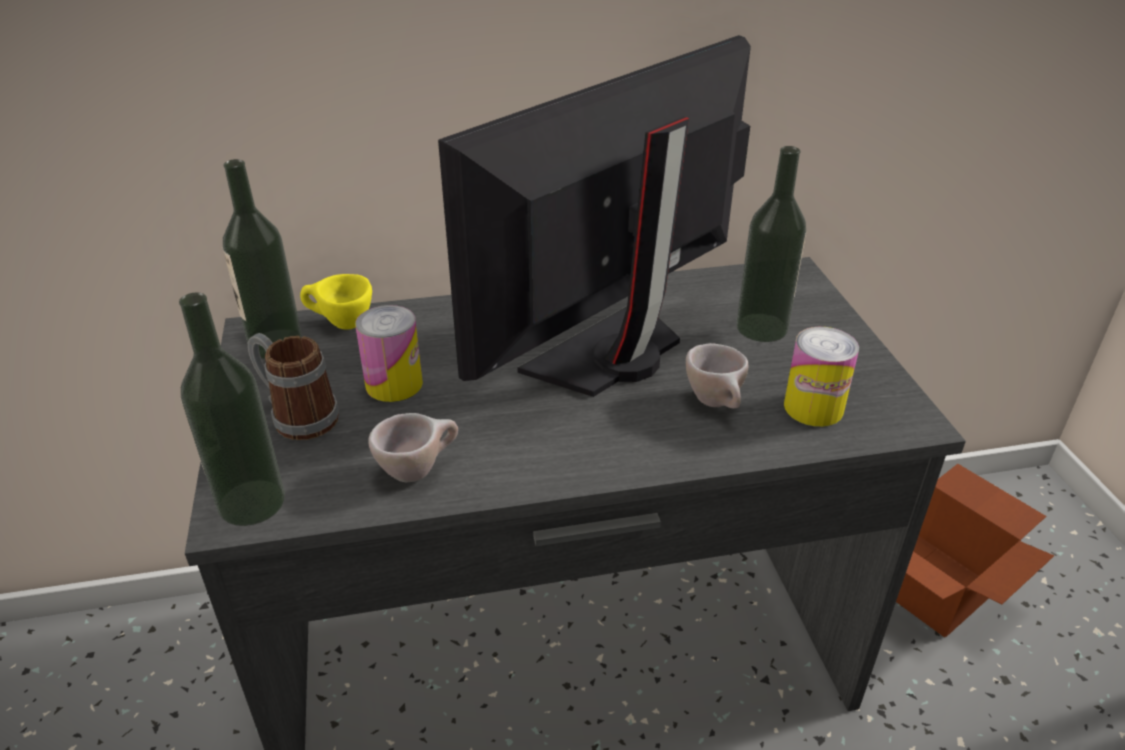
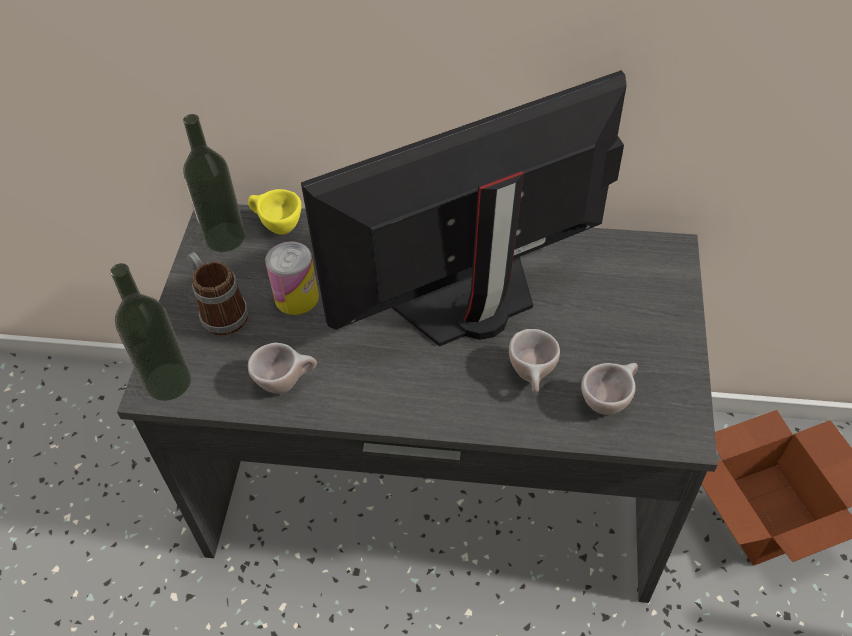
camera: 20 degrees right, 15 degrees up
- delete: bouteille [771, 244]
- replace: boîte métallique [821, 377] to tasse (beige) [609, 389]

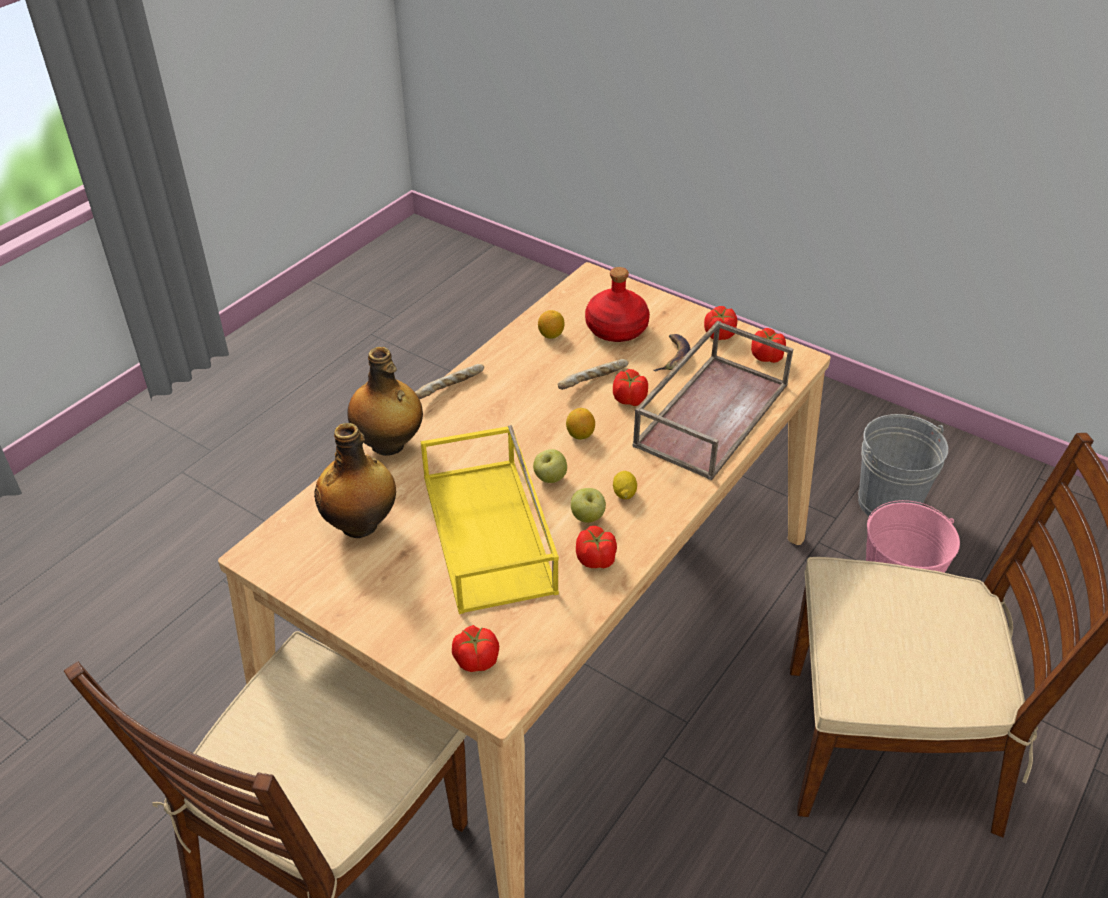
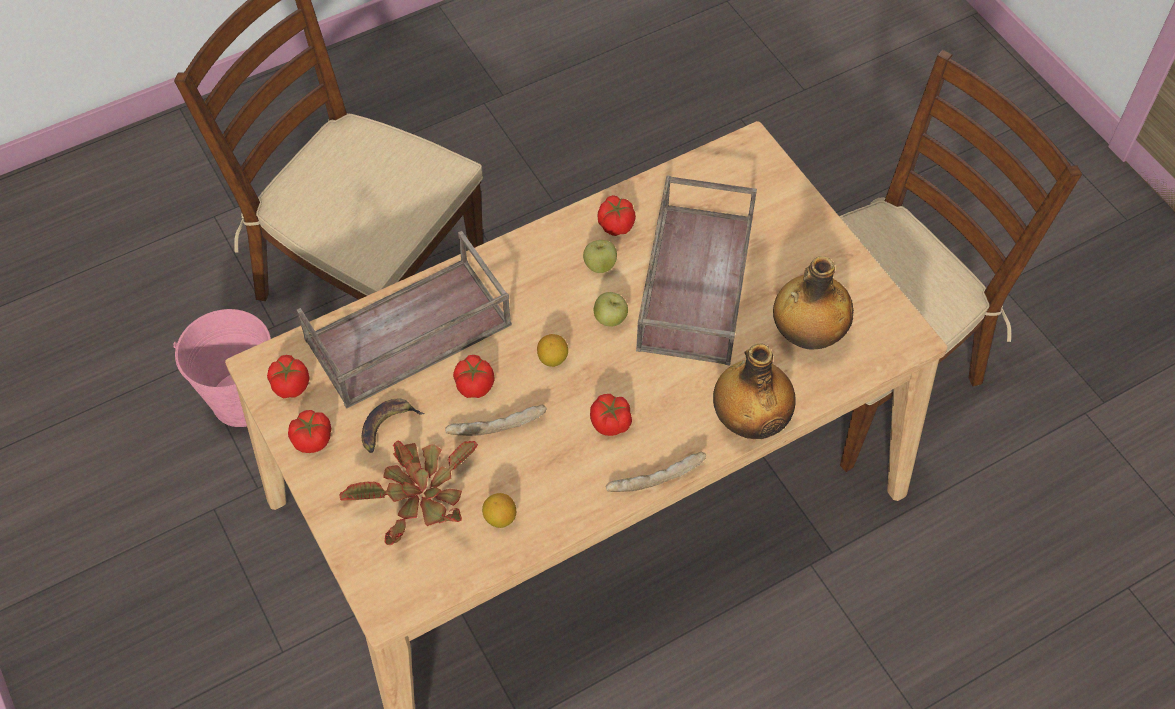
camera: 155 degrees left, 15 degrees up
- delete: citron [625, 485]
- delete: seau (gris) [903, 465]
- move: tomate [475, 648] to [611, 415]
- replace: bouteille (rouge) [617, 304] to plante en pot [409, 493]
- recolor: plateau (jaune) [490, 519] to plateau (marron) [696, 270]

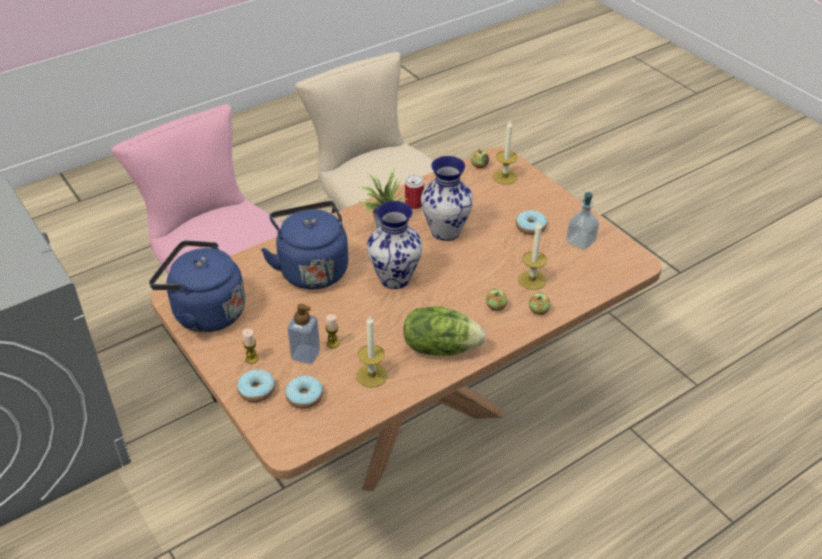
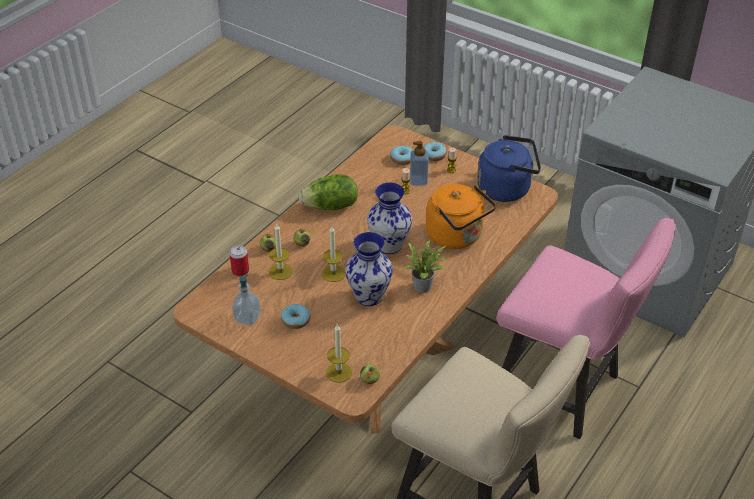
camera: 160 degrees right, 0 degrees up
- move: bougie [372, 351] to [333, 254]
- move: boîte métallique [414, 191] to [239, 260]
- recolor: bouilloire (bleu) [304, 245] to bouilloire (orange) [461, 216]

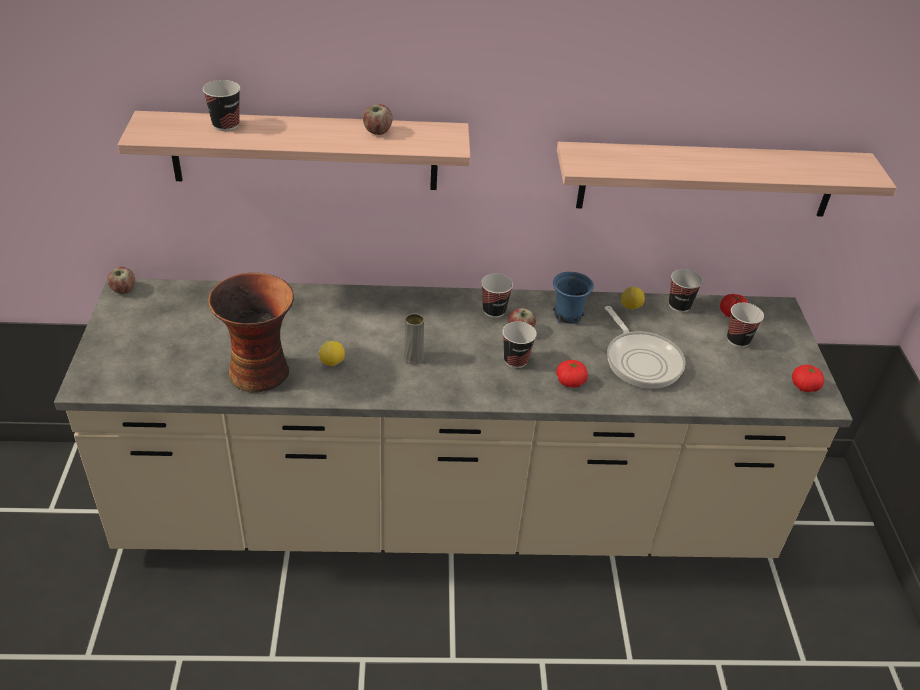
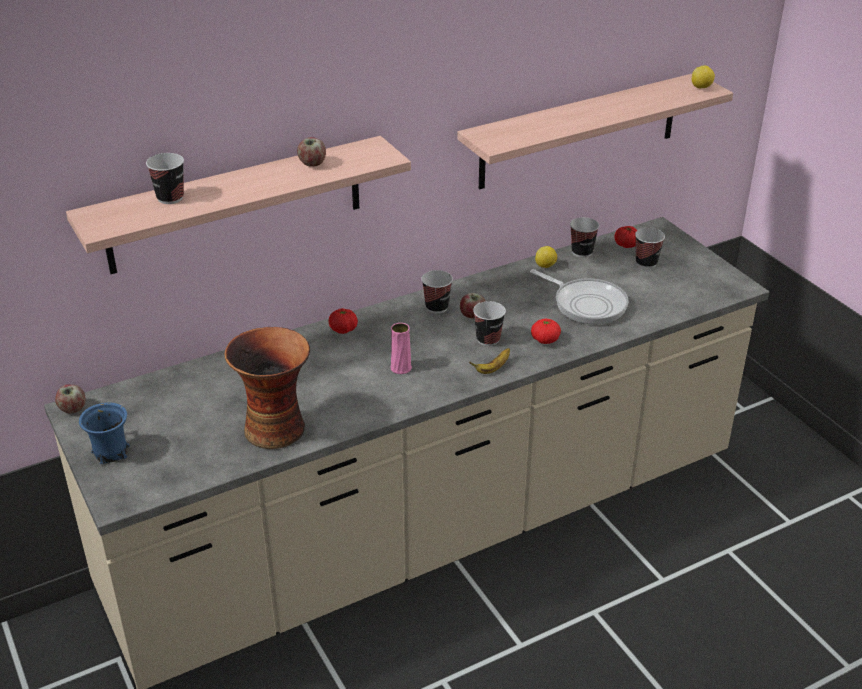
camera: 25 degrees left, 5 degrees down
- insert: banane [489, 361]
- move: citron [332, 353] to [703, 77]
- move: mug (bleu) [573, 298] to [104, 433]
- move: tomate [808, 378] to [343, 321]
- recolor: vase (gris) [413, 338] to vase (rose) [401, 348]

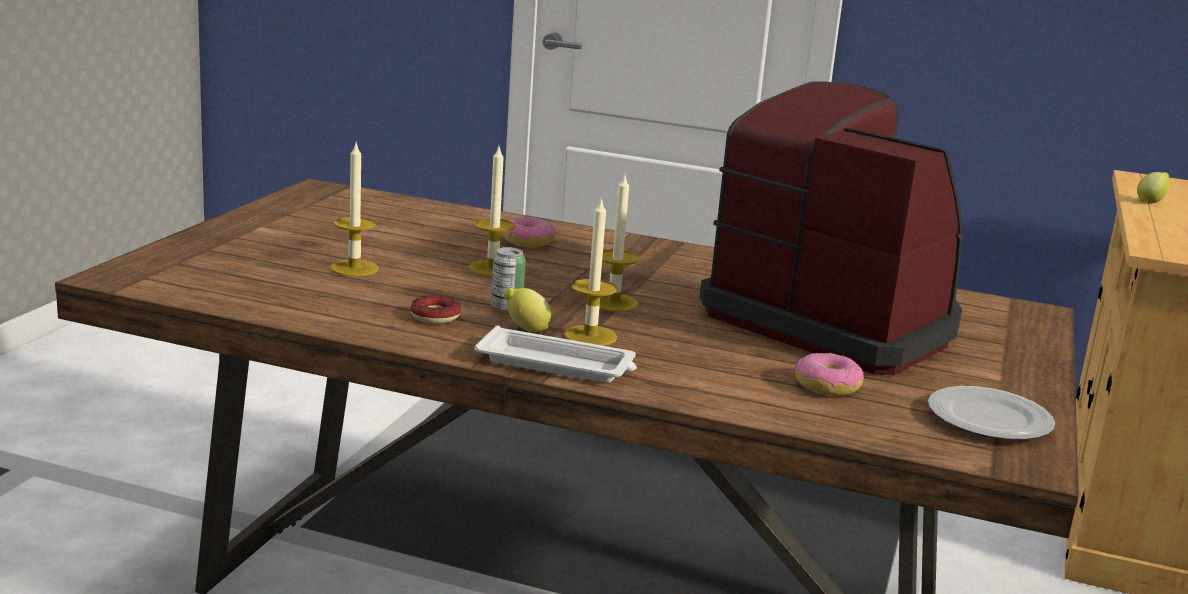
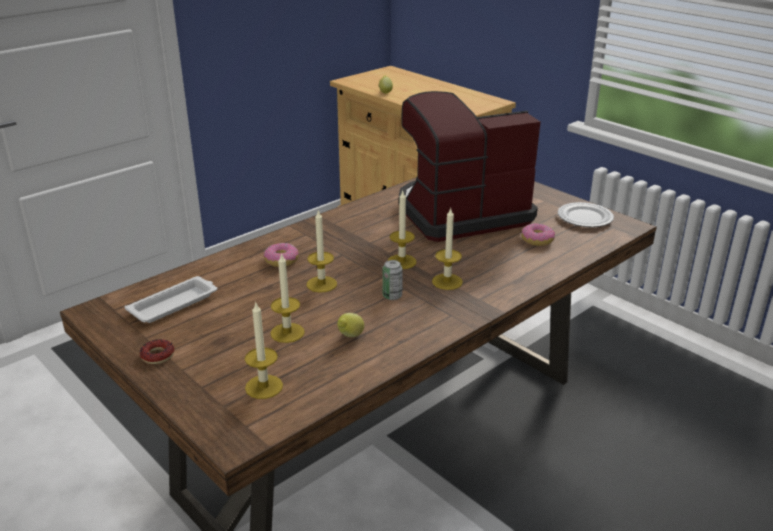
camera: 60 degrees left, 10 degrees up
- insert: bougie [264, 351]
- move: beignet [435, 309] to [157, 351]
- move: plateau (blanc) [556, 354] to [171, 299]
- move: citron [527, 310] to [350, 325]

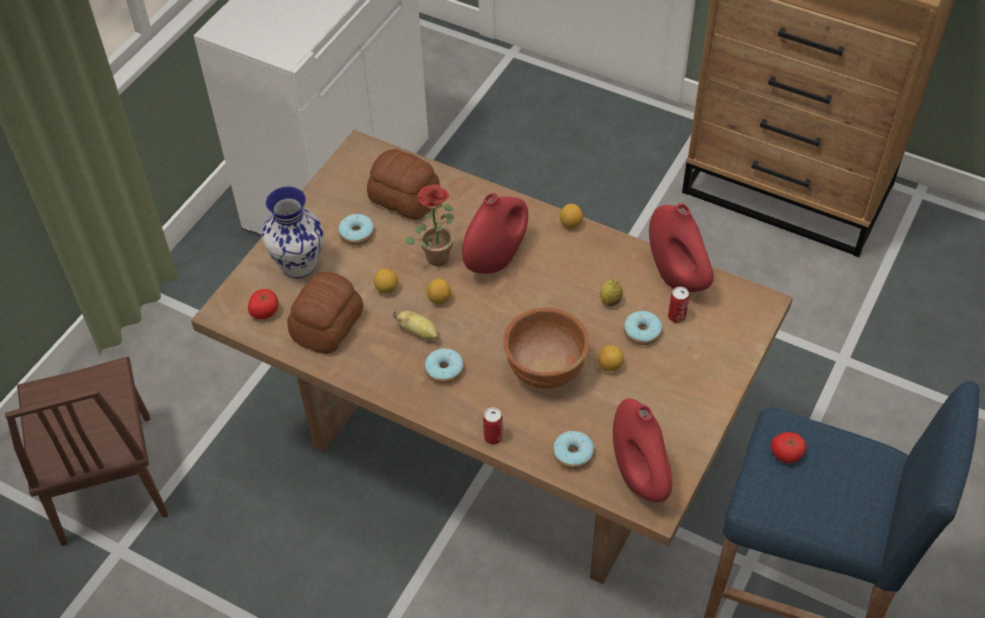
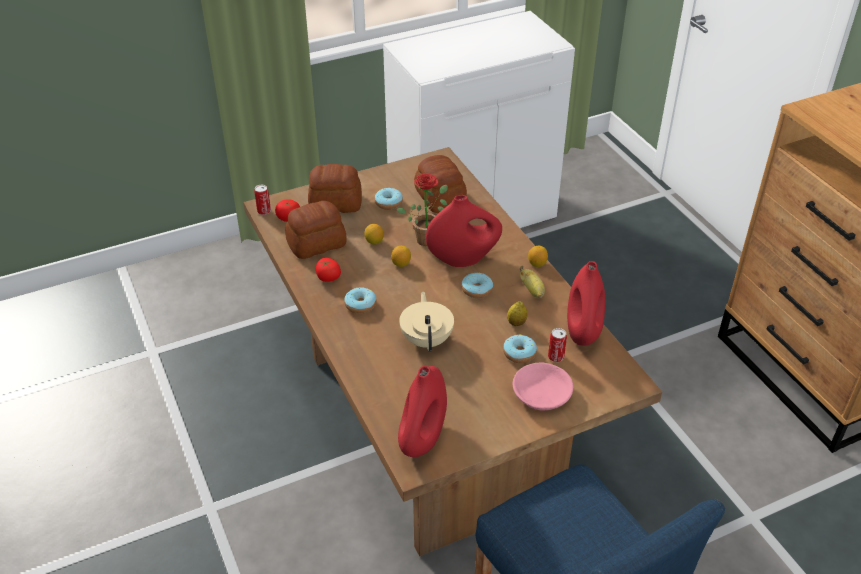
camera: 35 degrees right, 10 degrees down
- delete: chaise (marron) [86, 451]
- delete: citron [611, 358]
- insert: bol (rose) [543, 387]
- move: banane [415, 325] to [532, 282]
- move: boîte métallique [493, 426] to [262, 200]
- move: beignet [573, 450] to [477, 285]
- move: tomate [788, 447] to [328, 270]
- replace: vase [292, 232] to pain [335, 188]
- replace: bol (marron) [546, 348] to théière (beige) [426, 322]

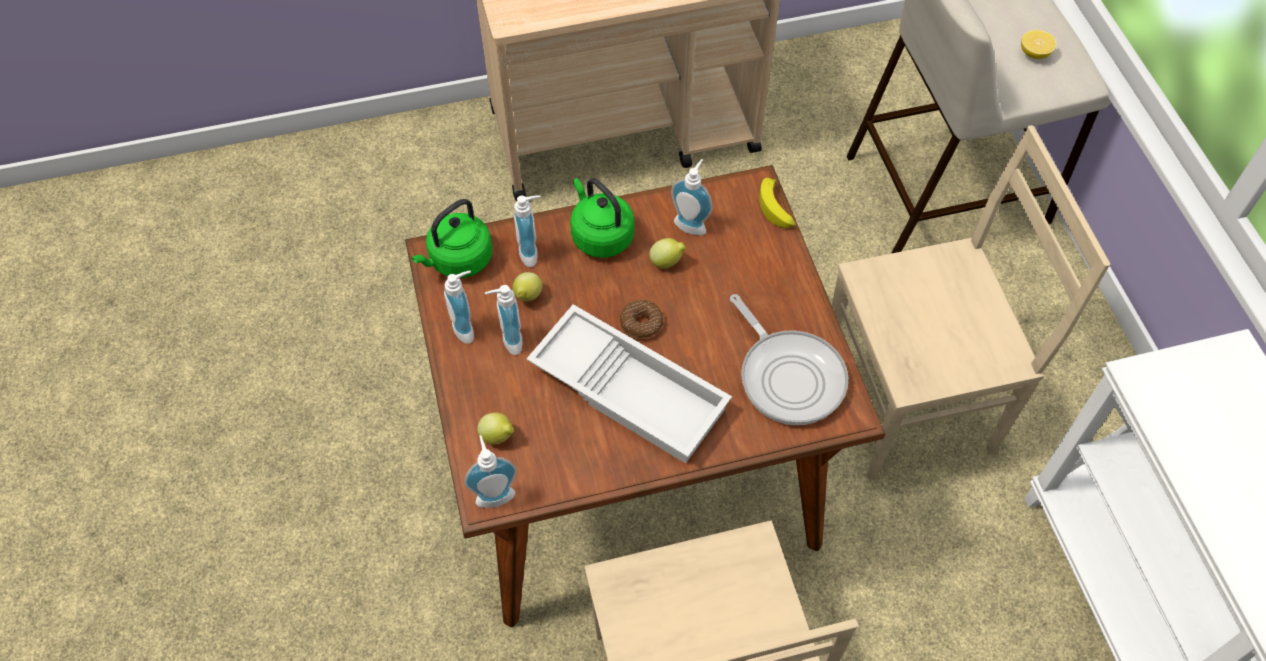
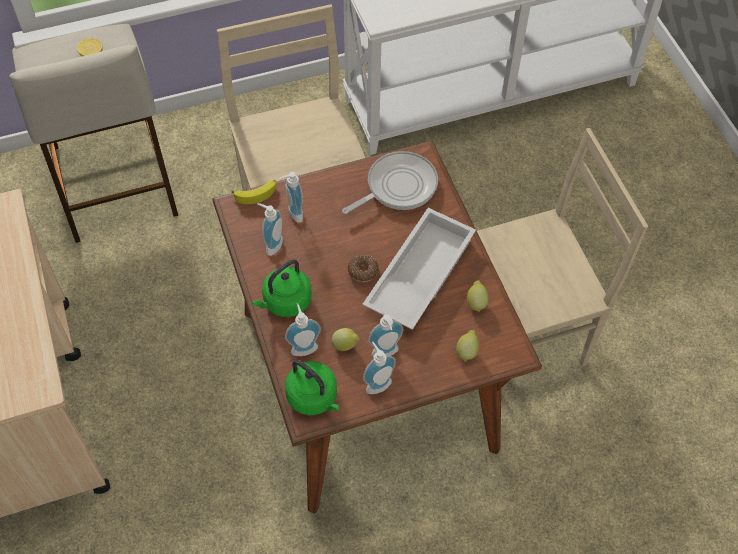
camera: 95 degrees left, 0 degrees up
- move: distributeur de savon [490, 471] to [291, 197]
- move: citron [667, 253] to [478, 296]

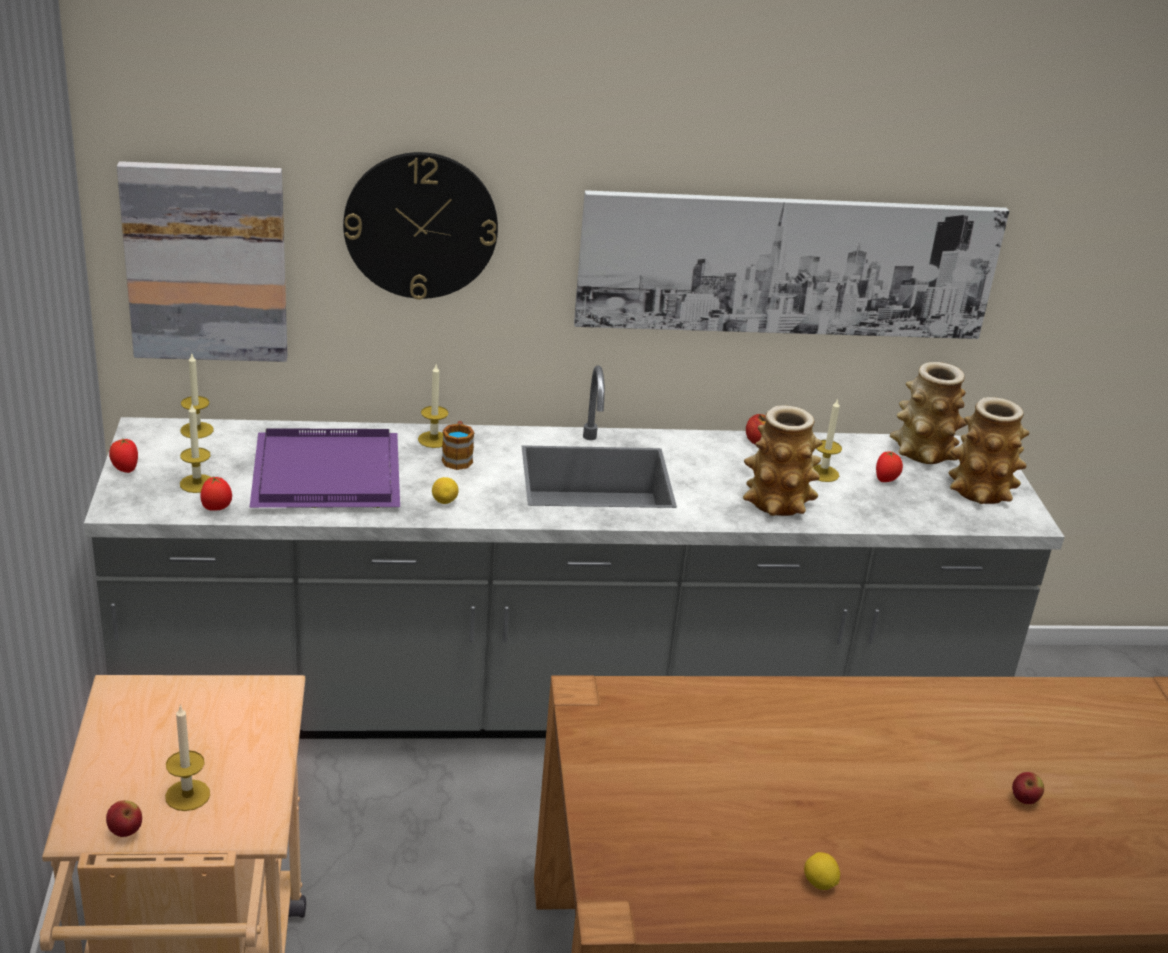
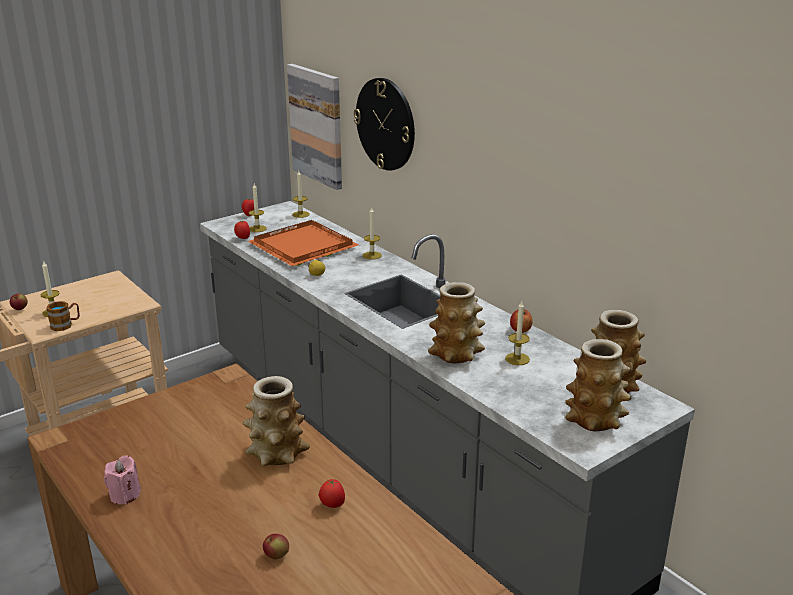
camera: 60 degrees right, 5 degrees down
- delete: tableau [791, 264]
- insert: vase [276, 421]
- move: mug [458, 445] to [63, 316]
- move: tomate [889, 466] to [332, 493]
- replace: citron [822, 871] to bougie (rose) [122, 479]
- recolor: plateau (violet) [324, 468] to plateau (orange) [303, 243]

